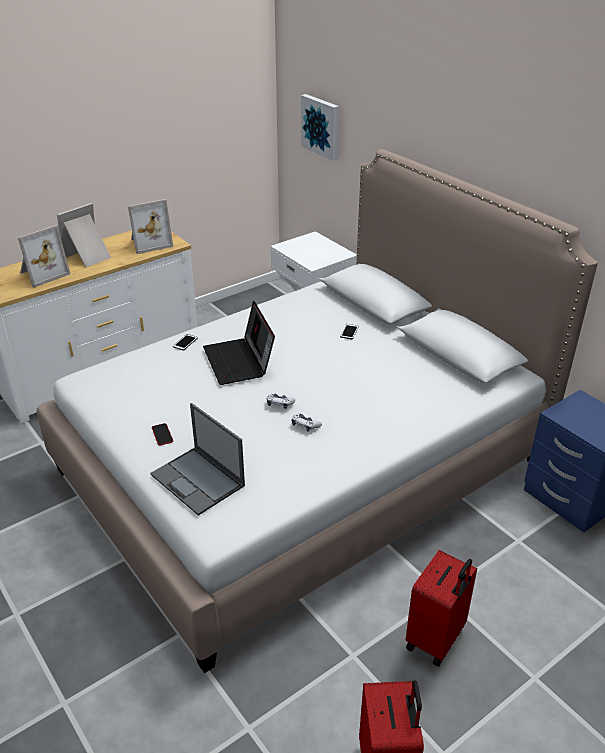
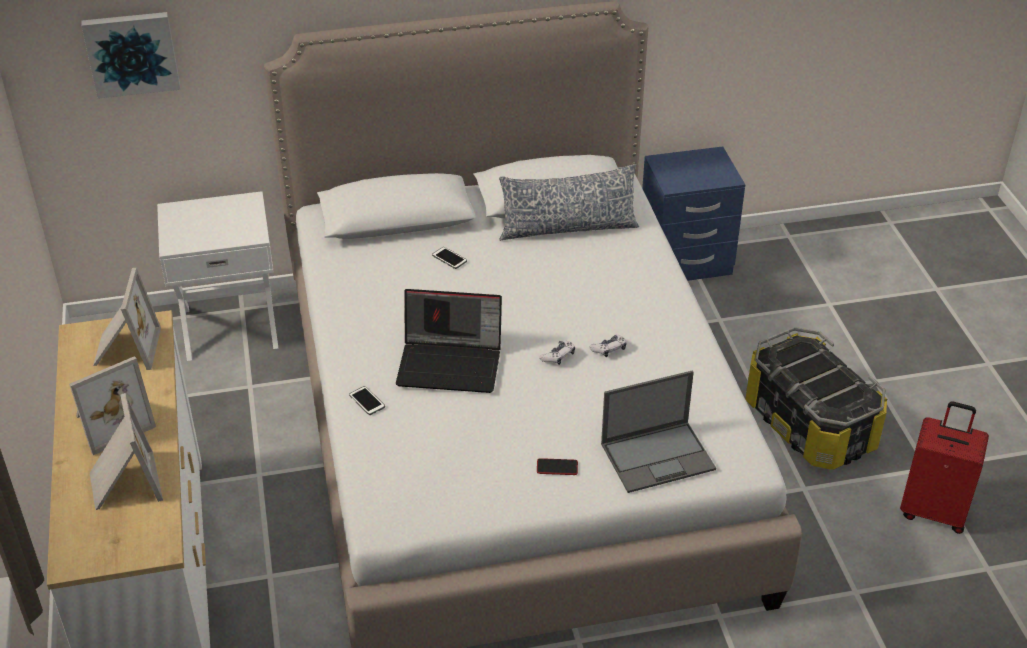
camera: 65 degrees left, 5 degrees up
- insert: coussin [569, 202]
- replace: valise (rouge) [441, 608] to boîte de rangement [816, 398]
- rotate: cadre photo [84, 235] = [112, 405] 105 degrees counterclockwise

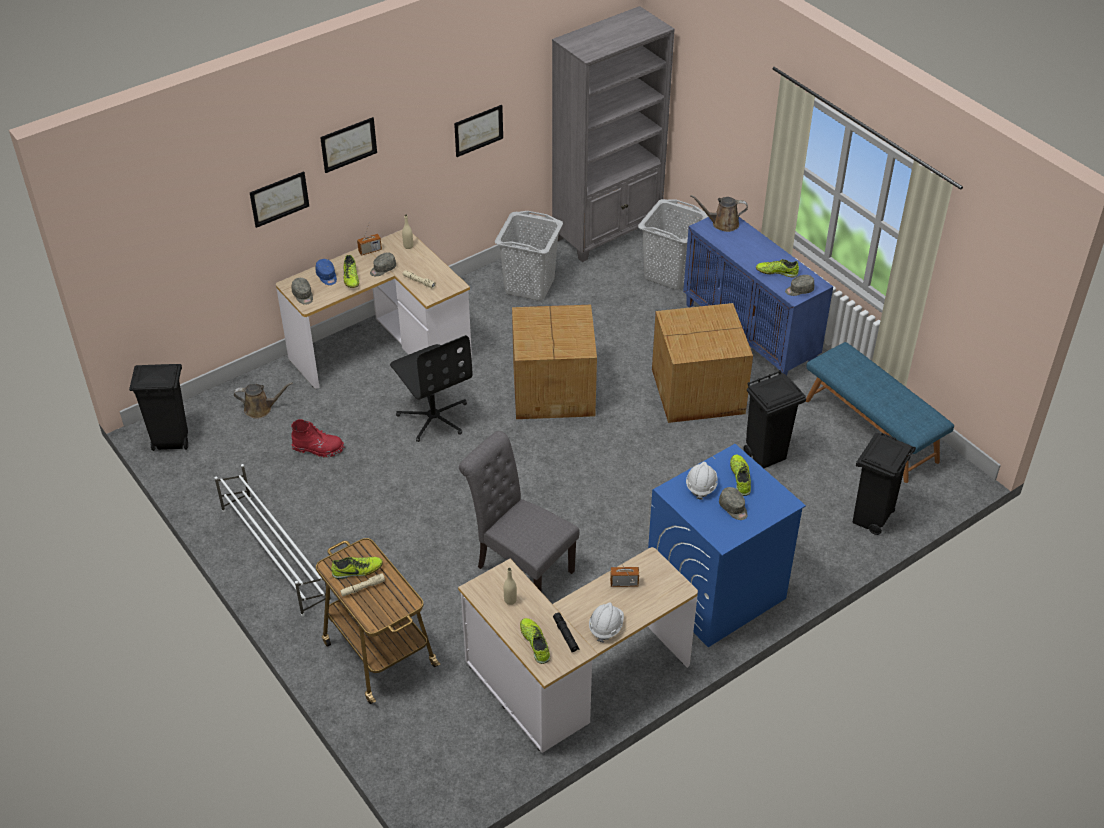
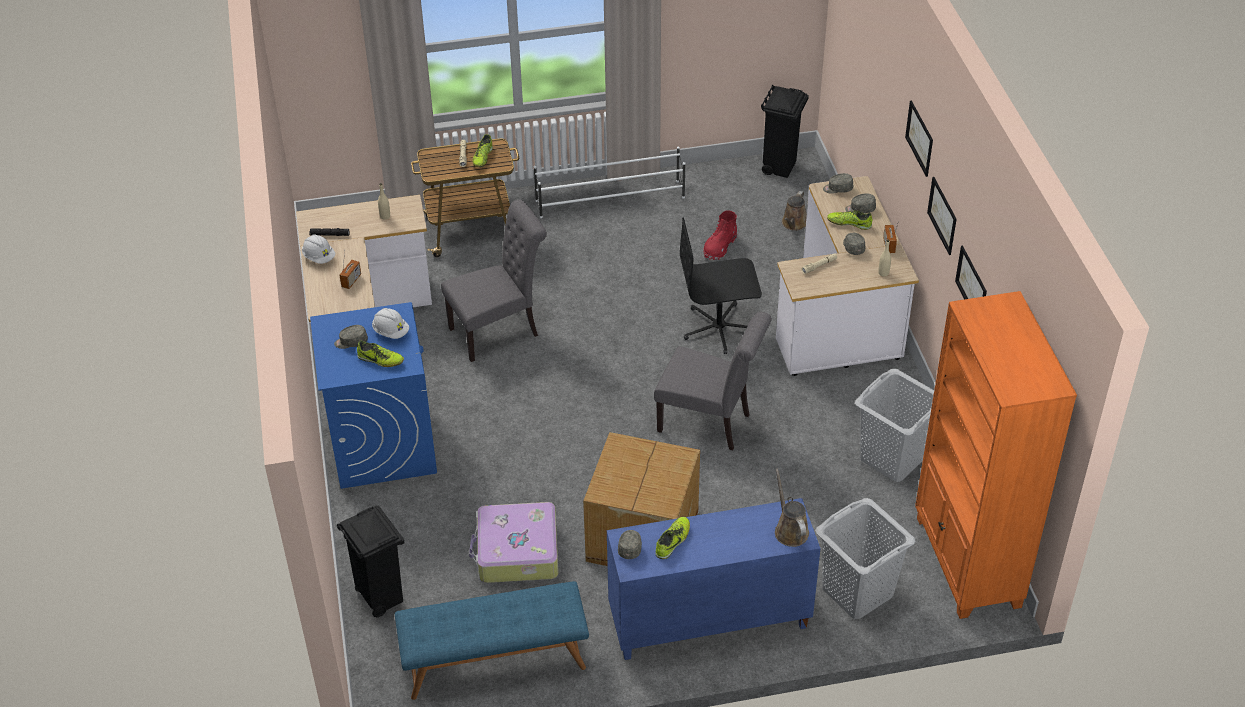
camera: 115 degrees right, 0 degrees up
- delete: chaussure [535, 641]
- move: tableau [279, 199] to [942, 216]
- replace: carton [554, 362] to chaise (gris) [713, 381]
- replace: poubelle (noir) [774, 419] to valise [513, 542]
- recolor: casquette (bleu) [326, 272] to casquette (gris) [860, 203]
- recolor: bibliothèque (gris) [613, 134] to bibliothèque (orange) [996, 455]
- rotate: arrosoir (marron) [719, 213] = [792, 507] 45 degrees counterclockwise

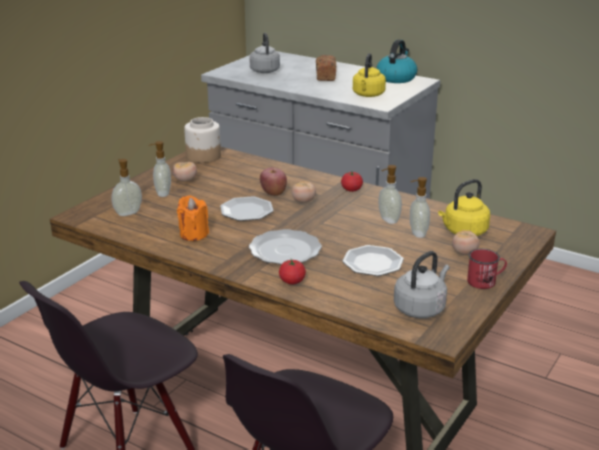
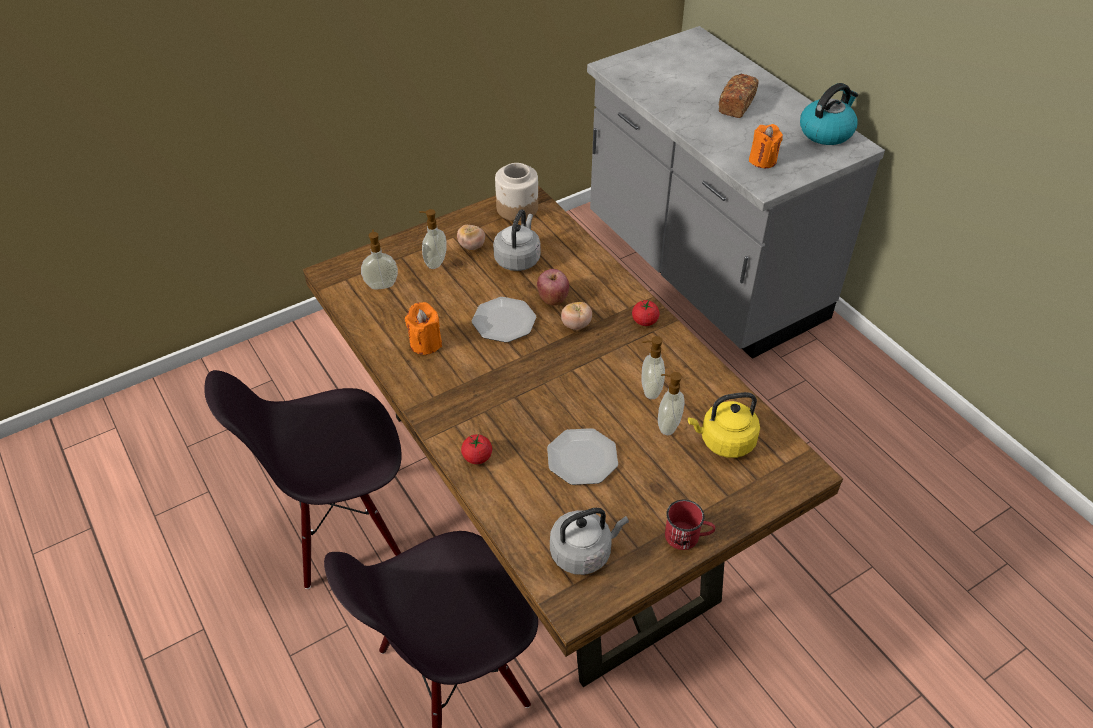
camera: 25 degrees right, 20 degrees up
- delete: assiette [285, 247]
- delete: tomate [466, 242]
- move: bouilloire (gris) [265, 53] to [517, 240]
- replace: bouilloire (jaune) [369, 75] to bougie (orange) [766, 146]

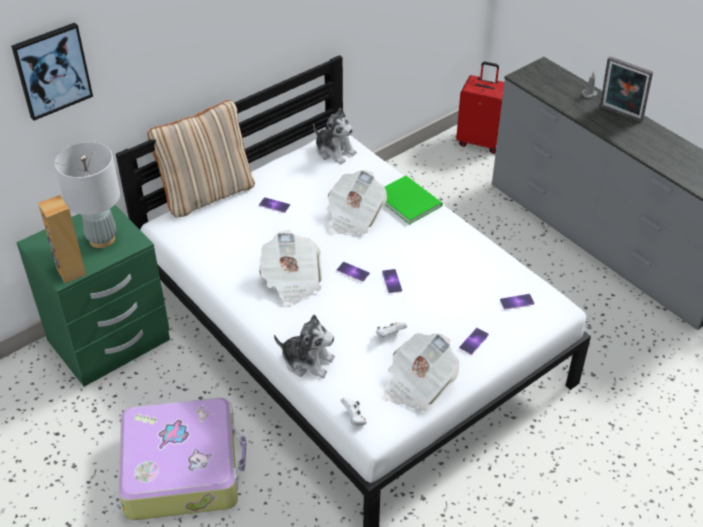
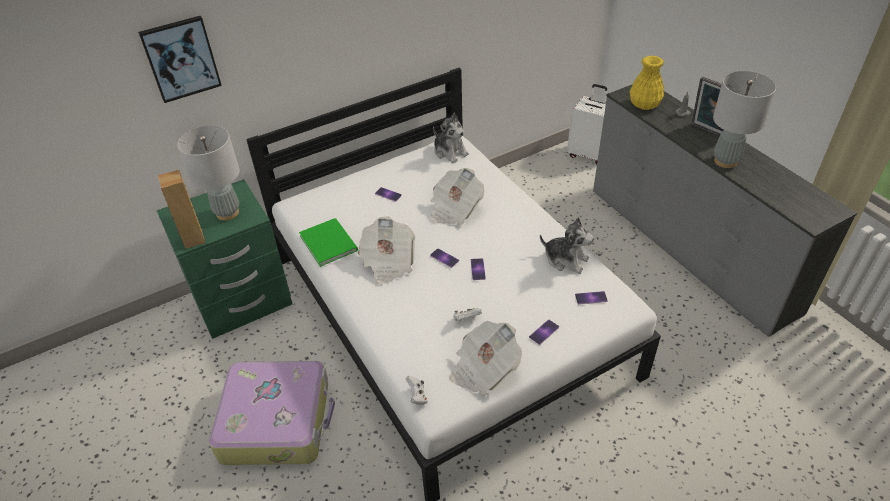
camera: 10 degrees right, 0 degrees up
- delete: coussin (beige) [201, 159]
- insert: vase (jaune) [647, 82]
- insert: lampe de table (gris) [744, 119]
- move: peluche [304, 346] to [567, 245]
- move: livre (vert) [414, 200] to [328, 242]
- recolor: valise (rouge) [480, 108] to valise (blanc) [587, 124]

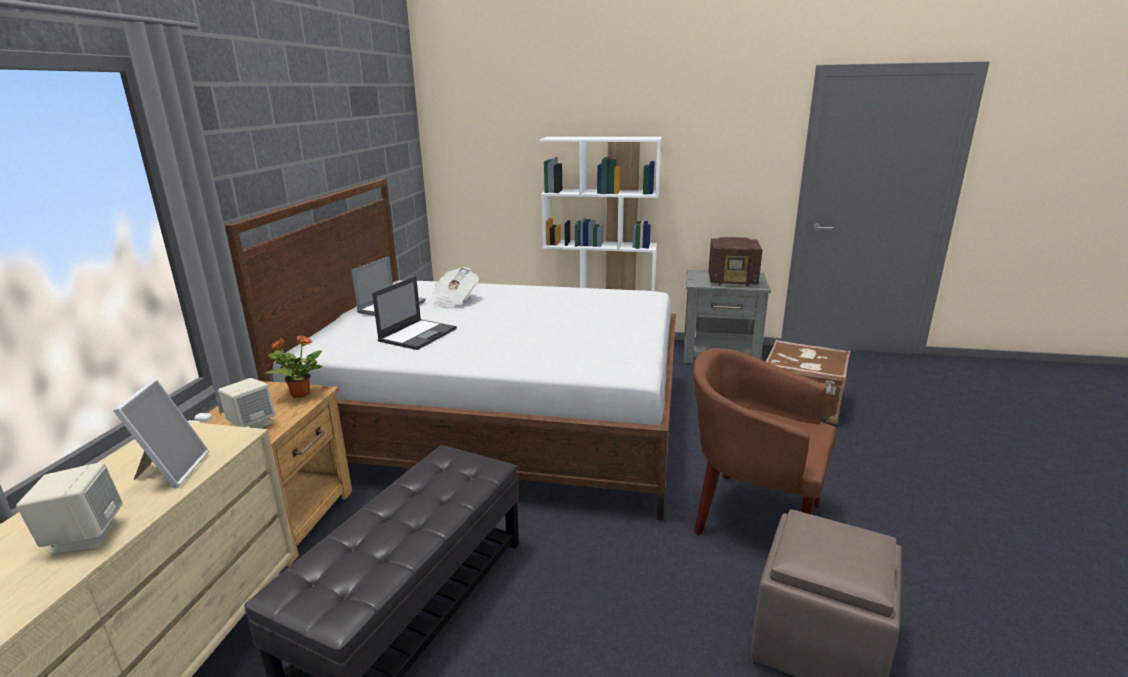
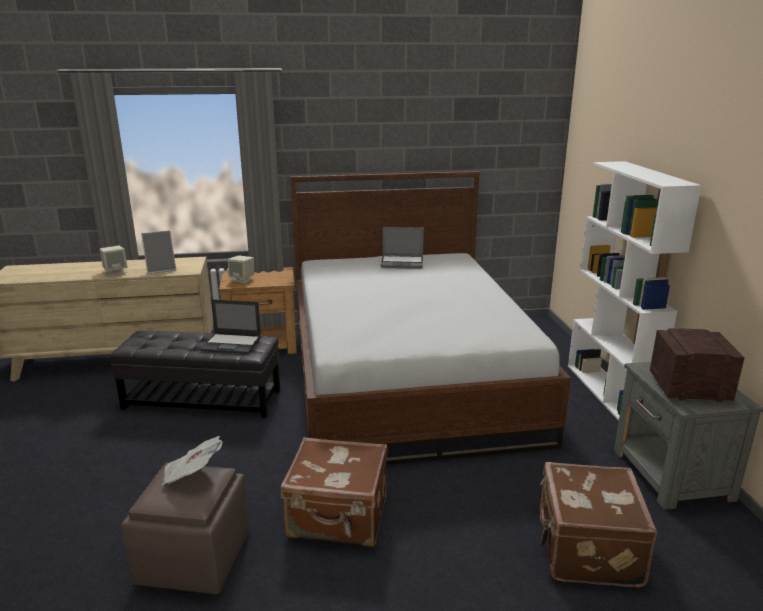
camera: 70 degrees right, 0 degrees up
- delete: plante en pot [294, 366]
- move: ordinateur portable [414, 313] to [230, 326]
- move: journal [456, 287] to [192, 460]
- replace: fauteuil (marron) [765, 441] to valise (marron) [334, 492]
- rotate: radio [735, 262] = [697, 365] 105 degrees clockwise

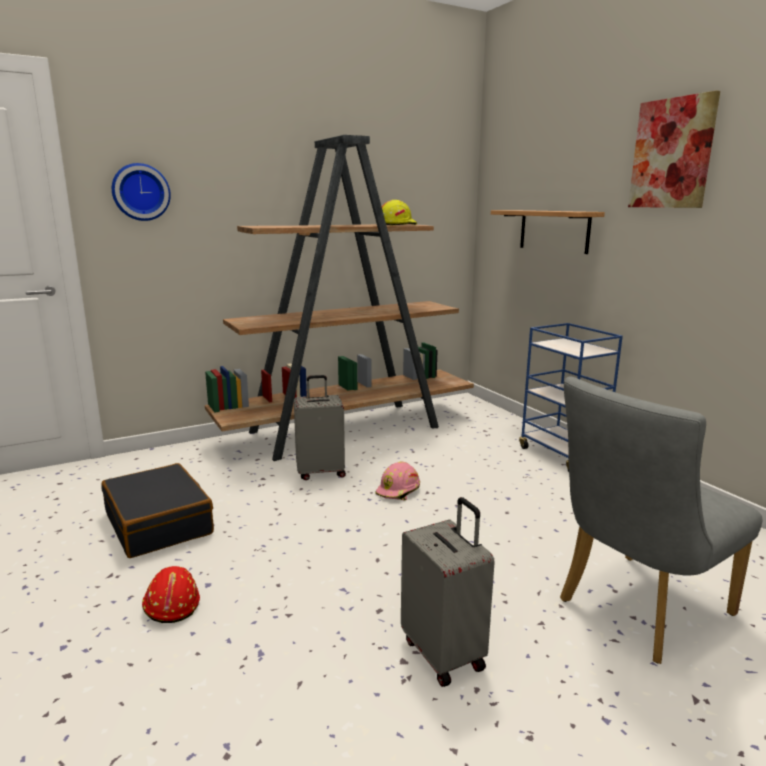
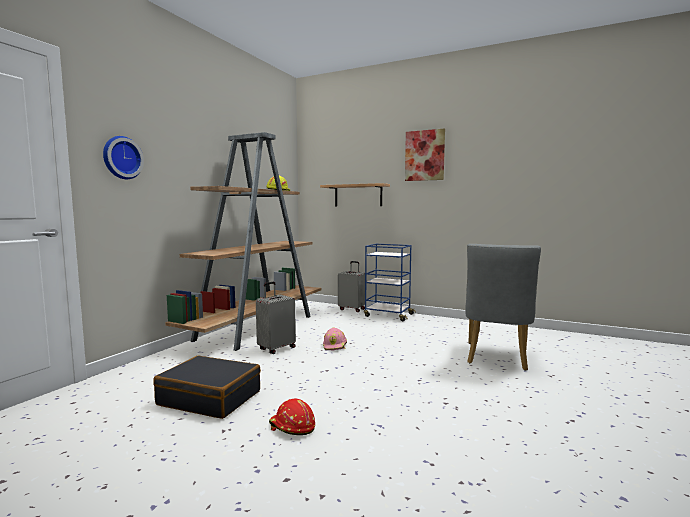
camera: 35 degrees left, 10 degrees down
- move: valise (gris) [448, 592] to [351, 286]

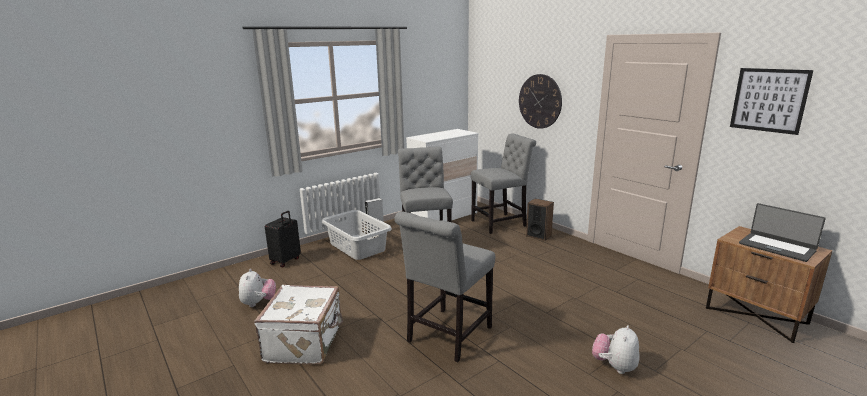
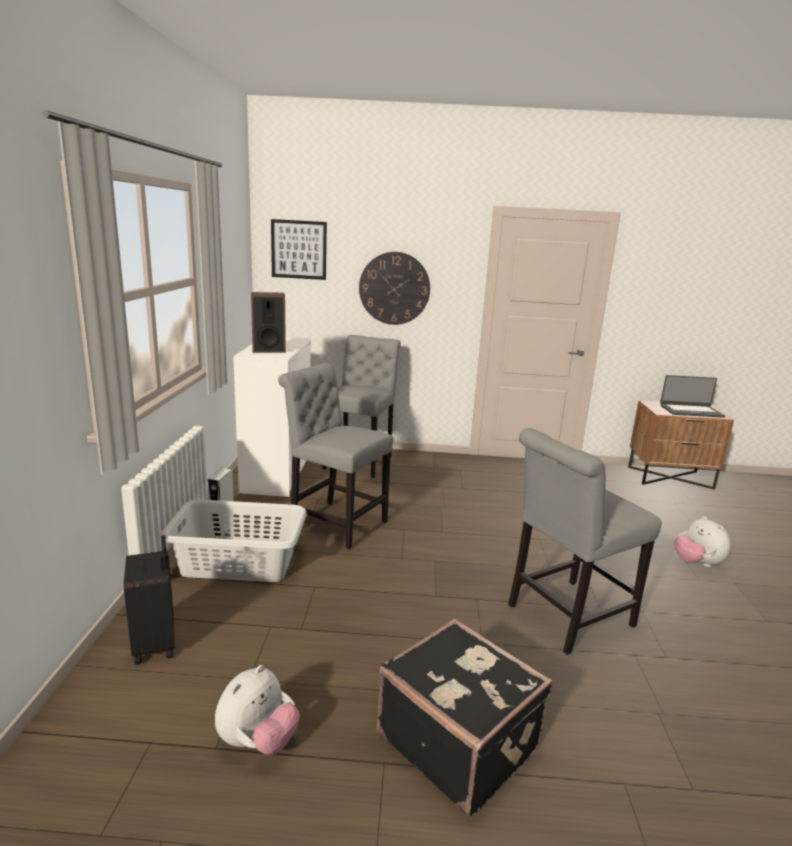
camera: 50 degrees left, 0 degrees up
- move: enceinte [540, 219] to [268, 322]
- move: tableau [771, 101] to [299, 249]
- recolor: valise (blanc) [298, 325] to valise (noir) [465, 718]
- rotate: peluche [257, 288] = [257, 710] 90 degrees clockwise
- rotate: chaise (gris) [444, 286] = [585, 541] 75 degrees clockwise

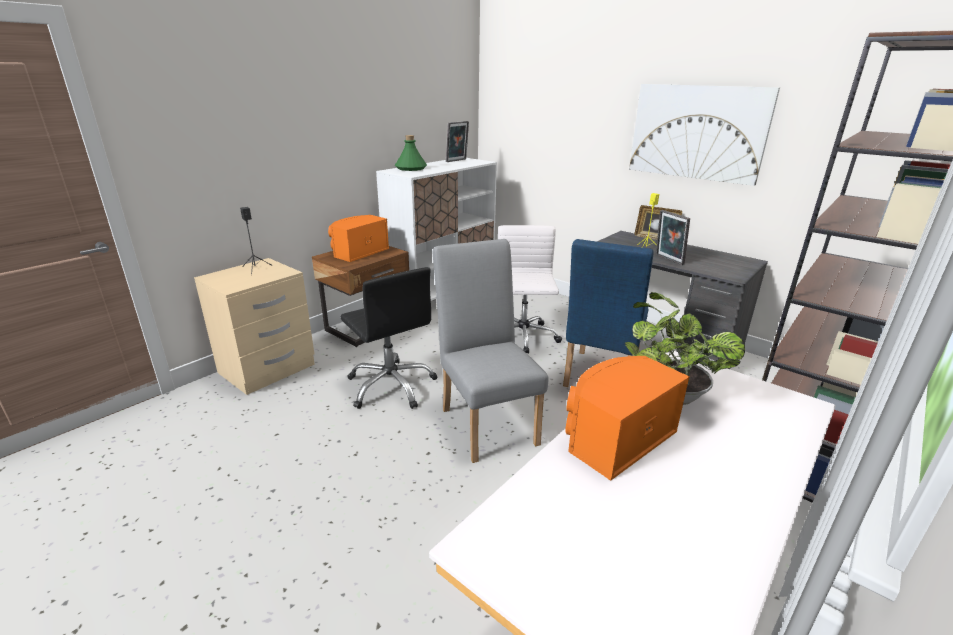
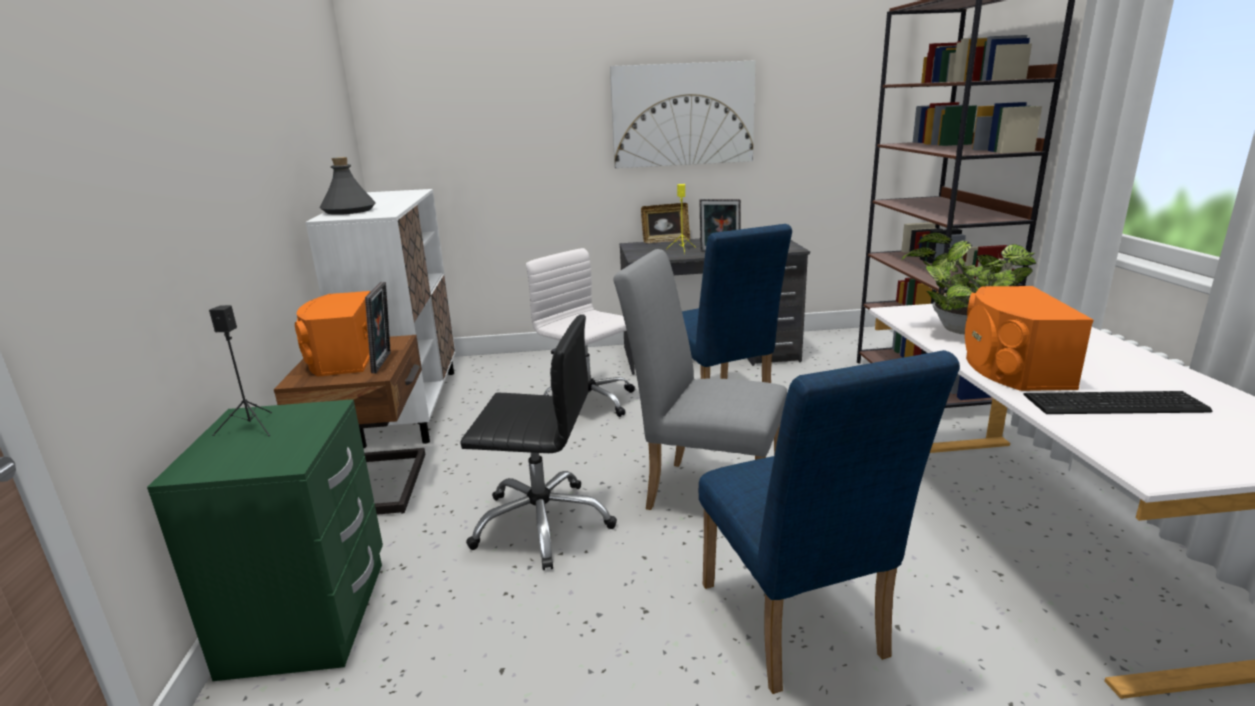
camera: 45 degrees left, 5 degrees down
- insert: chaise (bleu) [829, 522]
- insert: clavier [1117, 402]
- move: cadre photo [457, 141] to [378, 327]
- recolor: table de chevet (beige) [254, 326] to table de chevet (vert) [265, 540]
- recolor: bouteille (vert) [411, 153] to bouteille (gris) [348, 186]

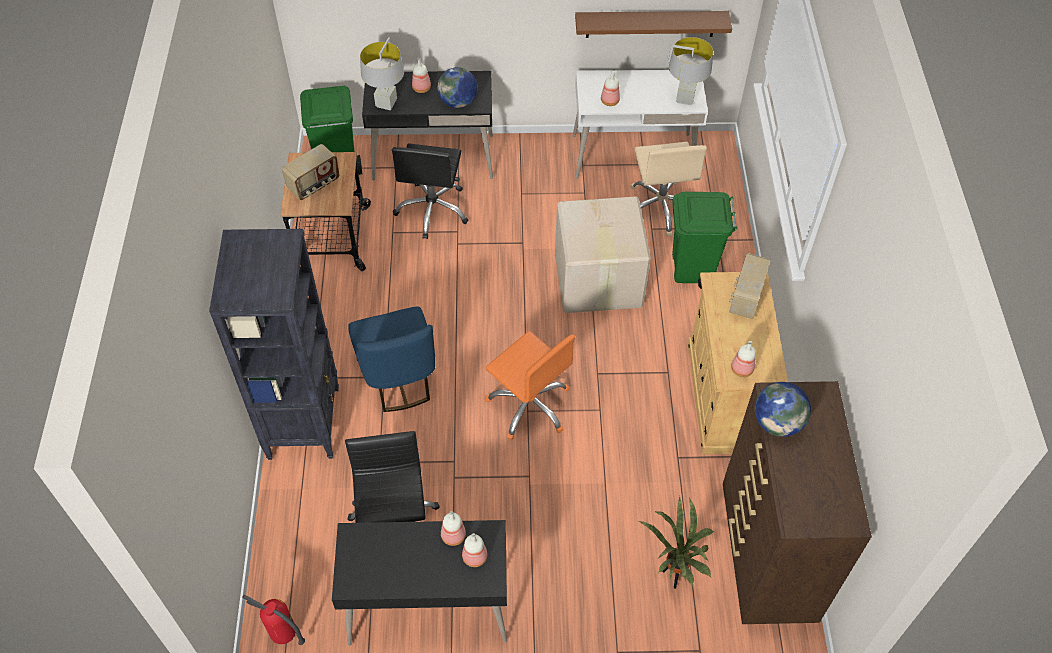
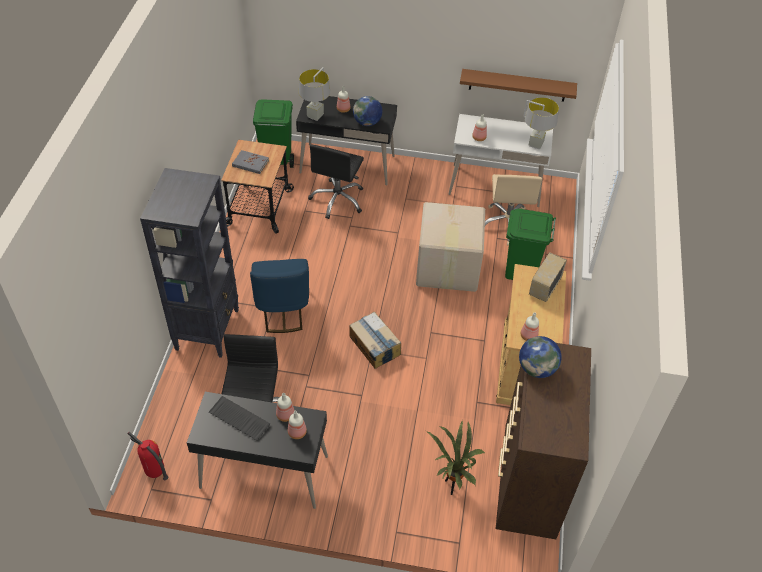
camera: 10 degrees right, 5 degrees down
- insert: clavier [239, 418]
- replace: radio [310, 172] to livre (gris) [250, 162]
- replace: chaise de bureau (orange) [530, 385] to carton [375, 340]

